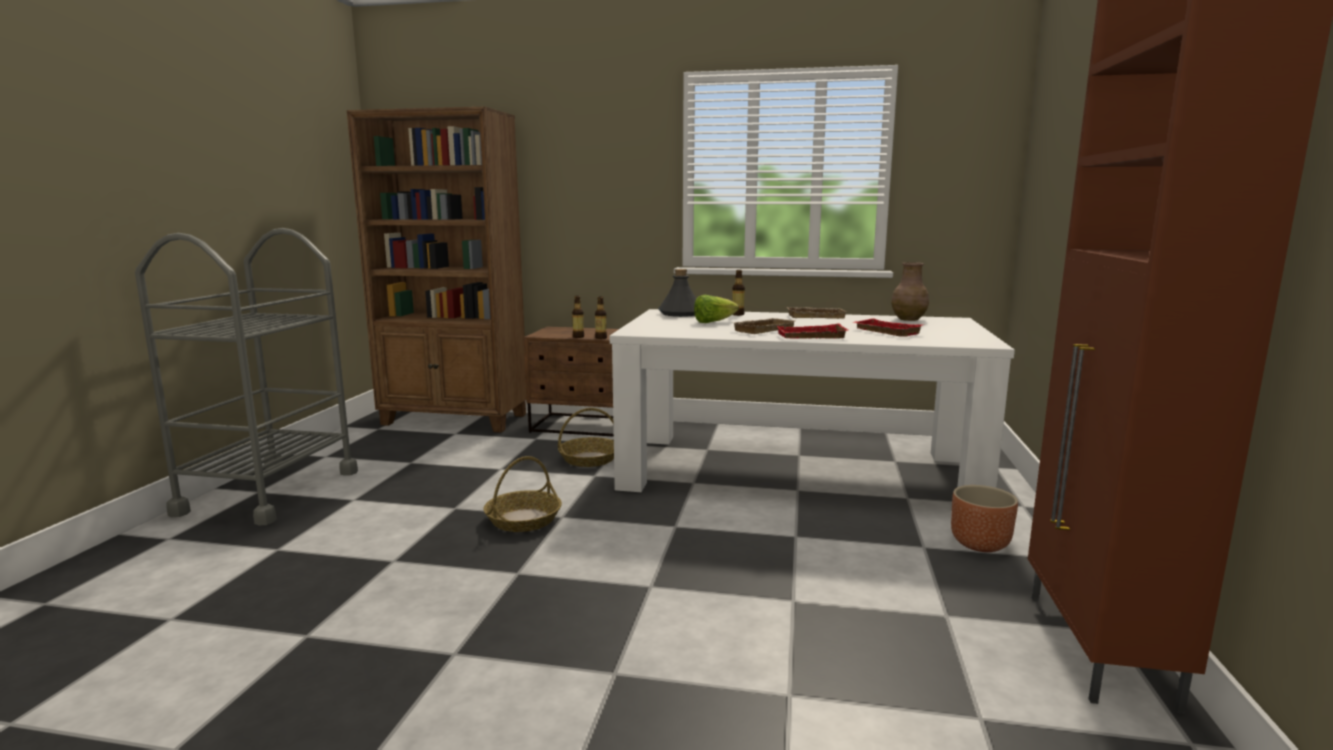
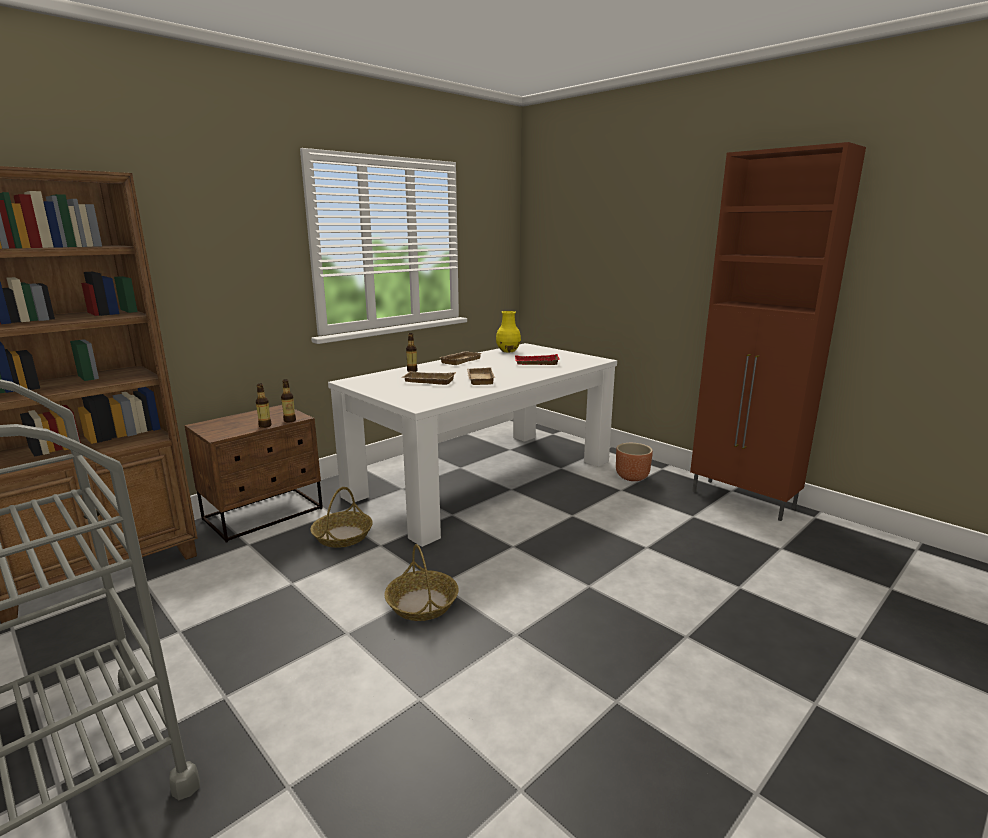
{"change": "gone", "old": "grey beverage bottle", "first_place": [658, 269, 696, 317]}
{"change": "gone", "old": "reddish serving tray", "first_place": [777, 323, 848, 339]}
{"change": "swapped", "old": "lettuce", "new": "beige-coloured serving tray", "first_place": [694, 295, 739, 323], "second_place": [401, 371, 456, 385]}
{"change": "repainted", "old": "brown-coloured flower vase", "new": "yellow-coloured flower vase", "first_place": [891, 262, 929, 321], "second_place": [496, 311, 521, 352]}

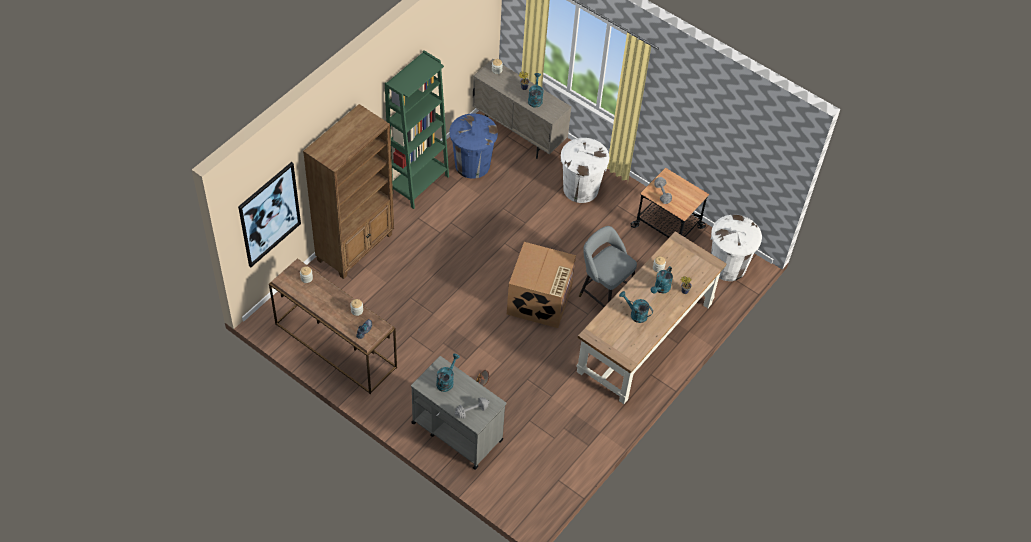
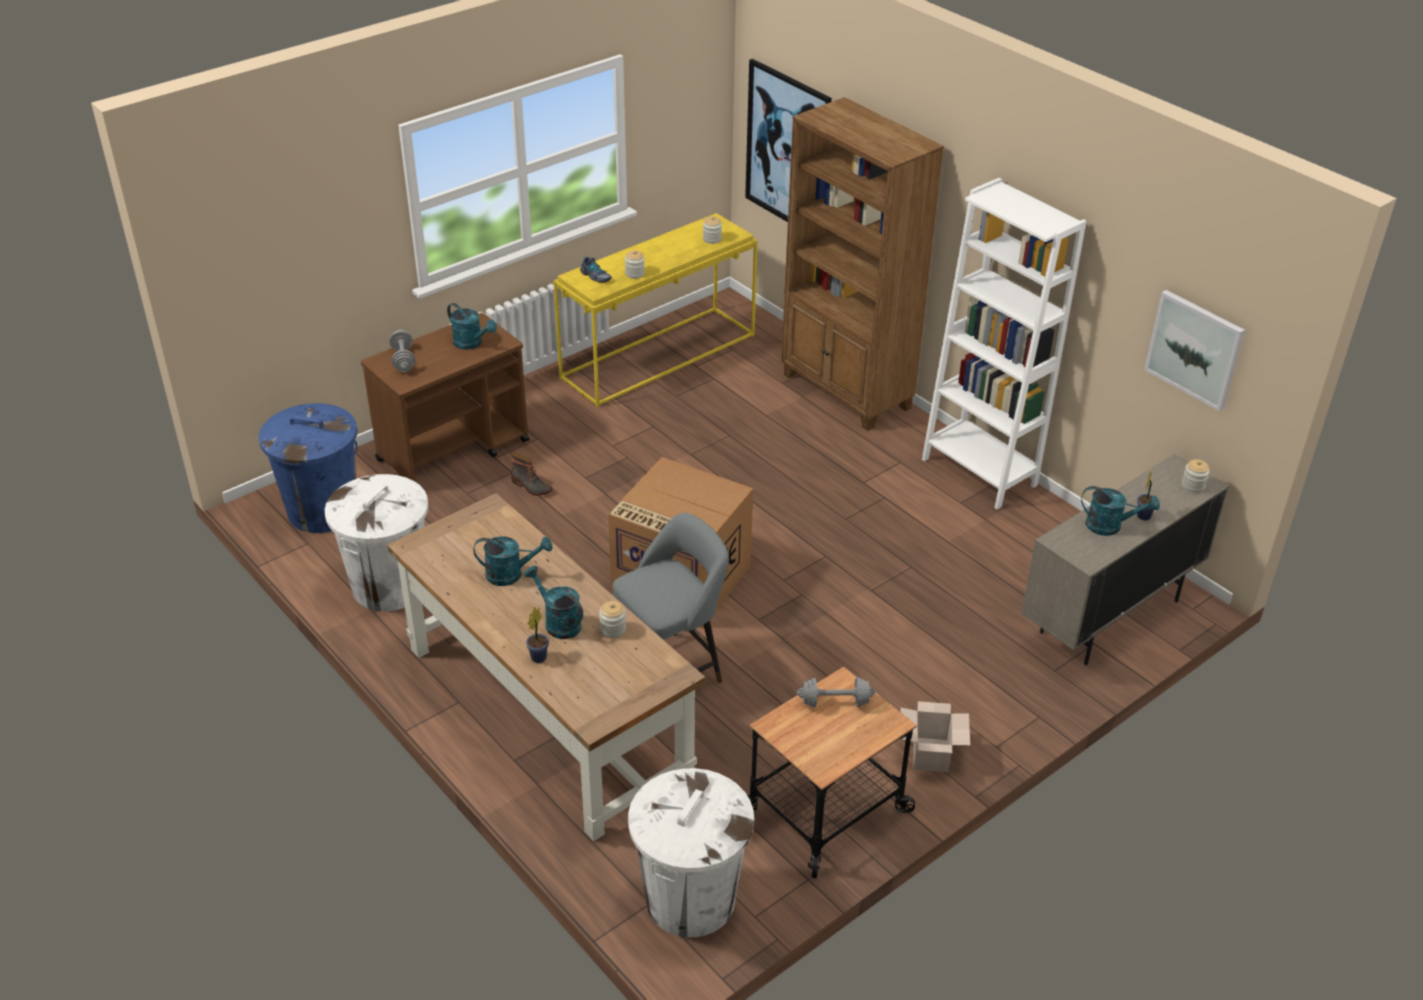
{"change": "new", "new": "carton", "second_place": [901, 701, 970, 772]}
{"change": "new", "new": "picture", "second_place": [1144, 290, 1245, 411]}
{"change": "shifted", "old": "blue trash can", "first_place": [449, 113, 498, 179], "second_place": [259, 403, 358, 533]}
{"change": "shifted", "old": "white-coloured trash can", "first_place": [561, 138, 609, 203], "second_place": [325, 474, 429, 611]}
{"change": "repainted", "old": "brown-coloured hall table", "new": "yellow-coloured hall table", "first_place": [269, 258, 397, 394], "second_place": [553, 213, 758, 407]}
{"change": "repainted", "old": "green-coloured shelving unit", "new": "white-coloured shelving unit", "first_place": [385, 50, 449, 209], "second_place": [922, 178, 1086, 509]}
{"change": "repainted", "old": "grey cart", "new": "brown-coloured cart", "first_place": [411, 356, 506, 470], "second_place": [361, 313, 530, 482]}
{"change": "rotated", "old": "turquoise watering pot", "first_place": [619, 291, 653, 323], "second_place": [473, 536, 553, 586], "degrees": 45}

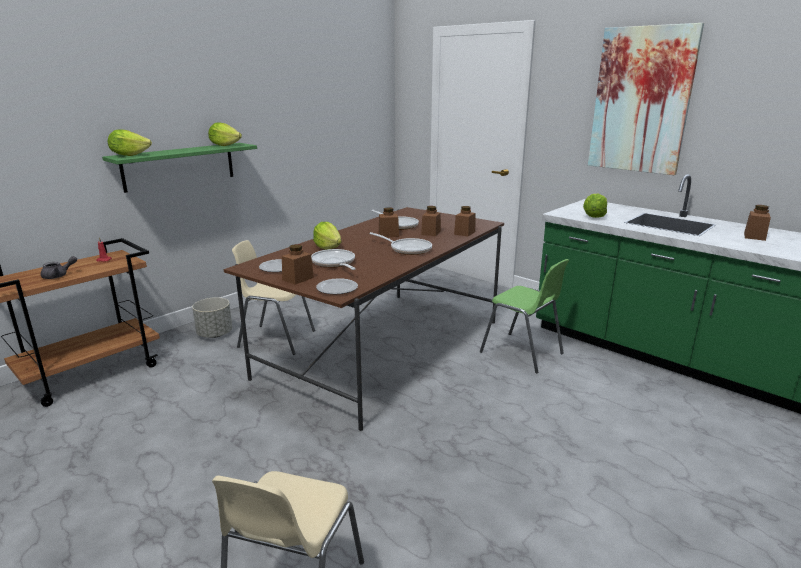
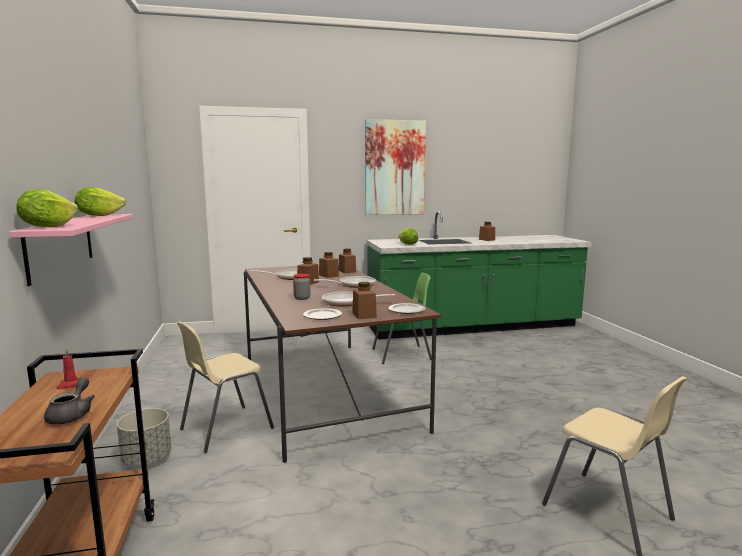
{"change": "swapped", "old": "lettuce", "new": "jar", "first_place": [313, 222, 342, 250], "second_place": [293, 274, 310, 300]}
{"change": "repainted", "old": "green-coloured bracket shelf", "new": "pinkish bracket shelf", "first_place": [102, 143, 257, 193], "second_place": [9, 214, 134, 286]}

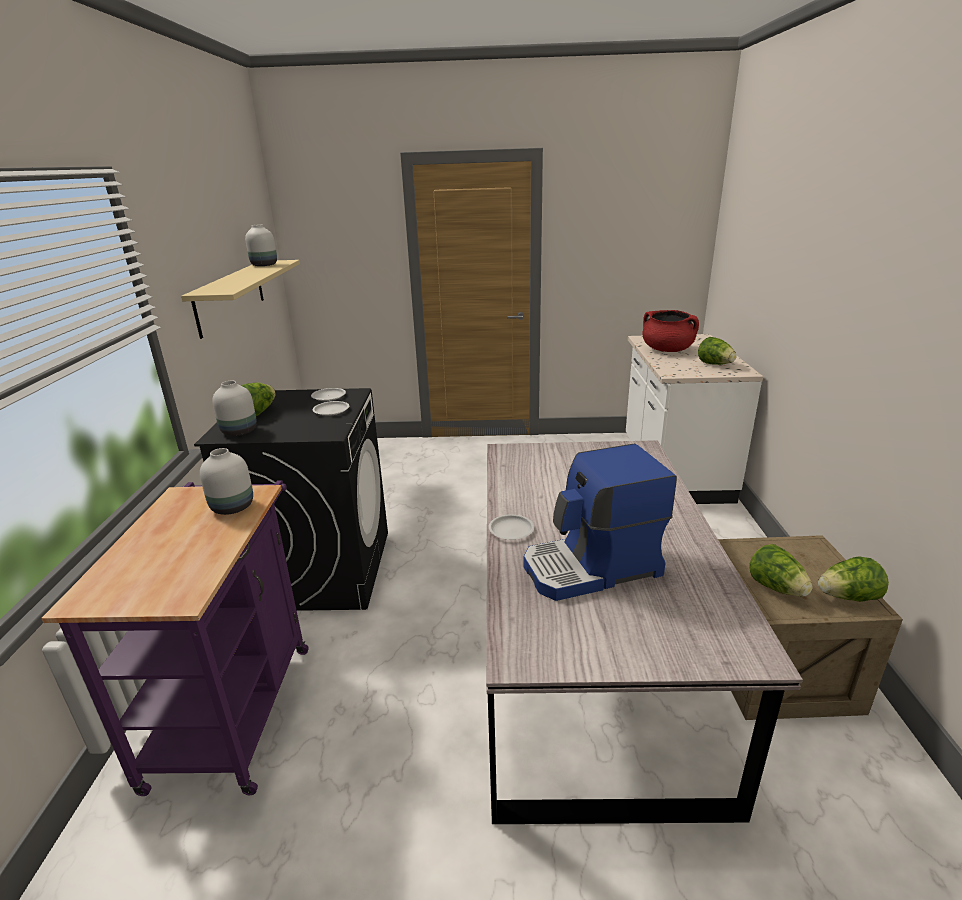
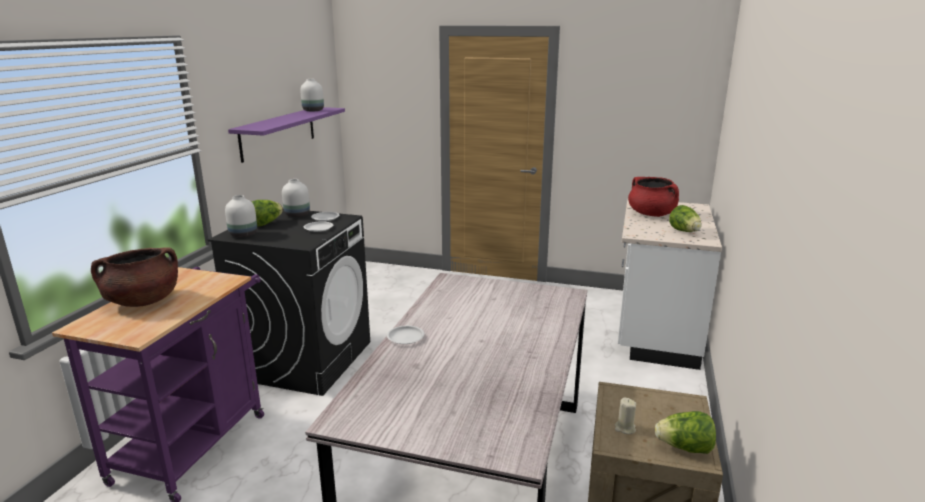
{"change": "gone", "old": "coffee maker", "first_place": [523, 444, 677, 601]}
{"change": "new", "new": "brown-coloured cooking pot", "second_place": [91, 247, 178, 307]}
{"change": "shifted", "old": "white-coloured flower vase", "first_place": [200, 448, 253, 515], "second_place": [282, 179, 310, 217]}
{"change": "swapped", "old": "lettuce", "new": "beige-coloured wax light", "first_place": [749, 544, 812, 597], "second_place": [615, 397, 636, 434]}
{"change": "repainted", "old": "beige-coloured bracket shelf", "new": "purple-coloured bracket shelf", "first_place": [181, 260, 300, 339], "second_place": [228, 107, 345, 163]}

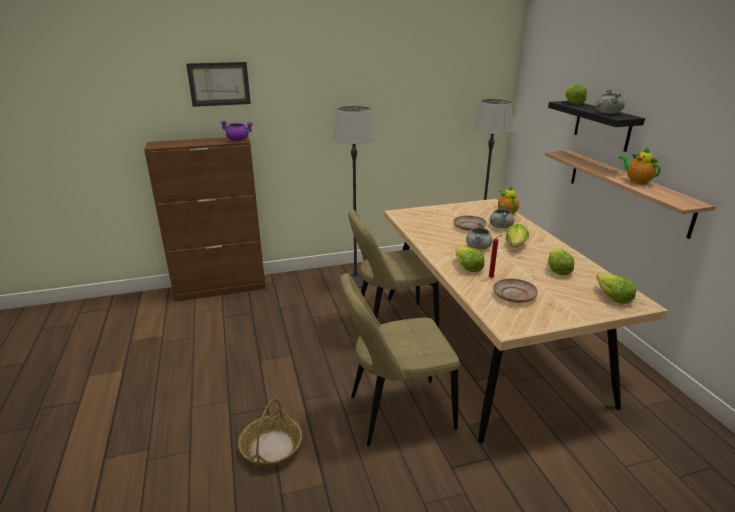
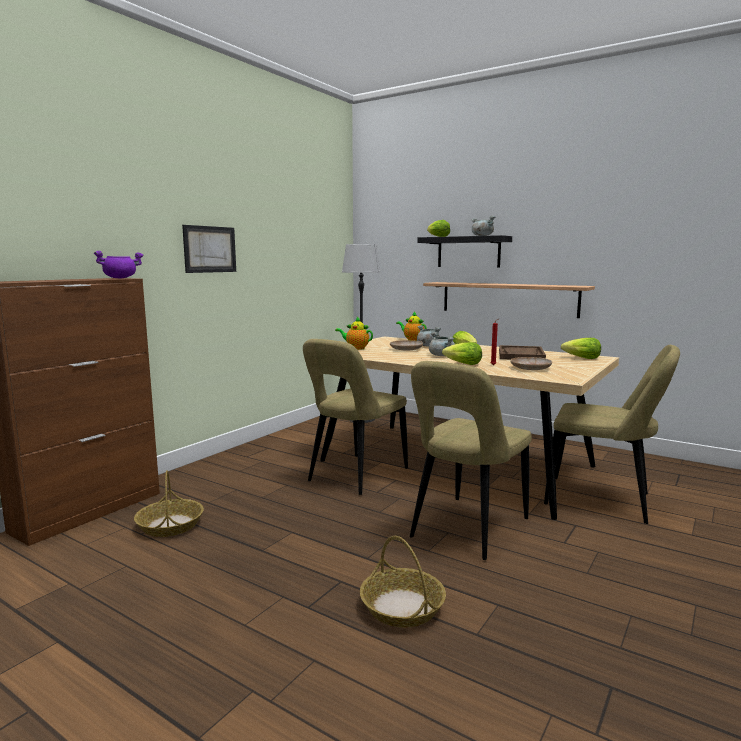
{"change": "gone", "old": "standing lamp", "first_place": [333, 106, 375, 288]}
{"change": "new", "new": "basket", "second_place": [134, 470, 204, 537]}
{"change": "new", "new": "beige-coloured upright chair", "second_place": [544, 345, 680, 524]}
{"change": "shifted", "old": "picture", "first_place": [186, 62, 251, 107], "second_place": [182, 225, 236, 273]}
{"change": "shifted", "old": "pot for tea", "first_place": [618, 147, 661, 185], "second_place": [335, 317, 373, 350]}
{"change": "swapped", "old": "lettuce", "new": "brown-coloured serving tray", "first_place": [548, 248, 575, 275], "second_place": [499, 345, 546, 359]}

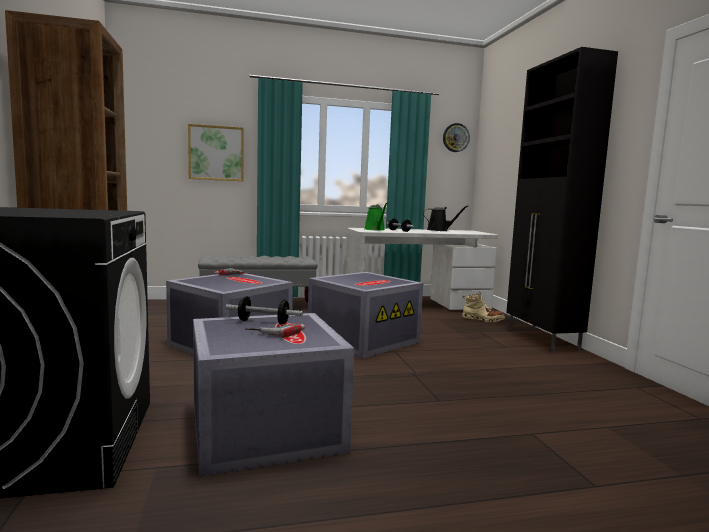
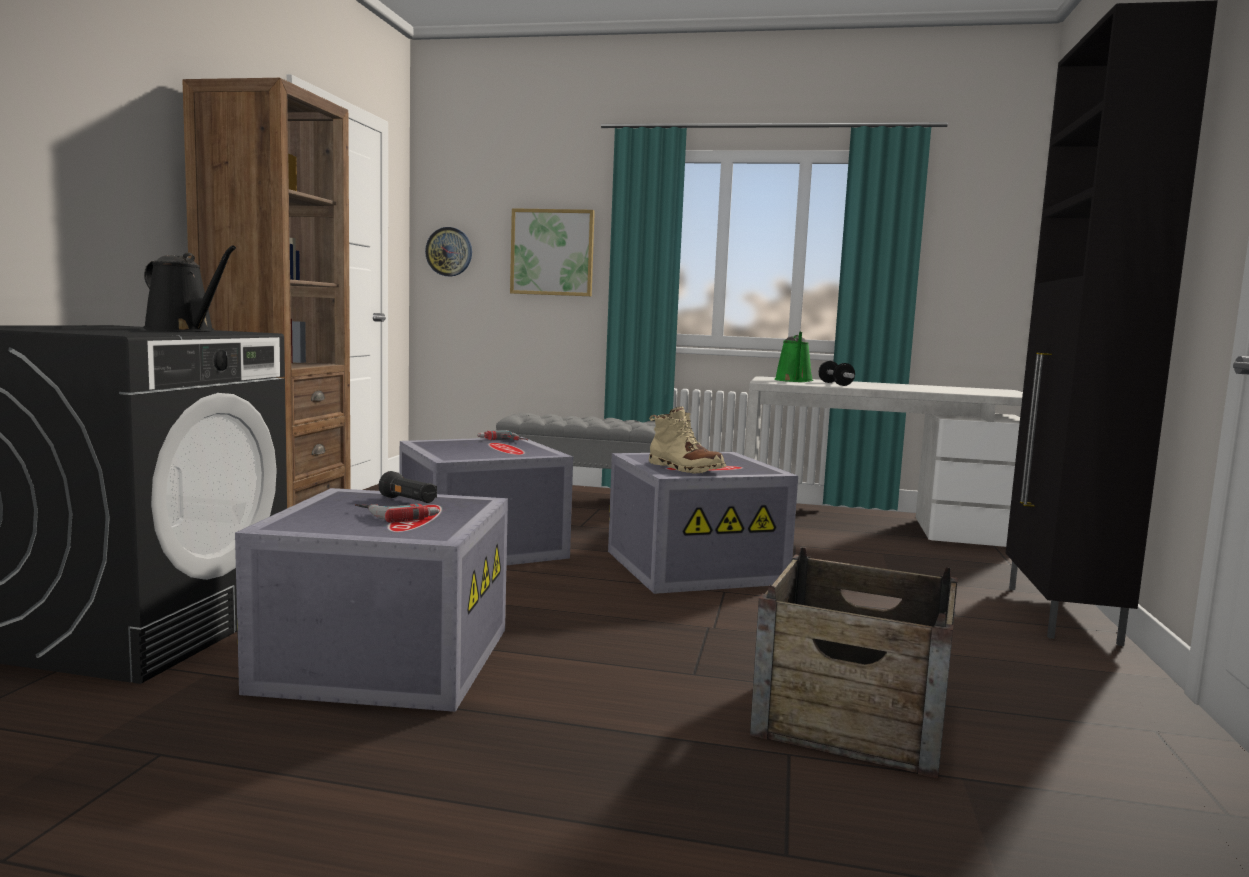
{"change": "new", "new": "crate", "second_place": [750, 547, 958, 778]}
{"change": "shifted", "old": "black-coloured watering pot", "first_place": [423, 206, 468, 231], "second_place": [143, 245, 236, 332]}
{"change": "shifted", "old": "hanging clock", "first_place": [443, 123, 470, 152], "second_place": [425, 227, 472, 276]}
{"change": "shifted", "old": "beige-coloured boot", "first_place": [462, 292, 505, 322], "second_place": [649, 406, 726, 474]}
{"change": "swapped", "old": "free weight", "new": "black-coloured torch", "first_place": [225, 296, 303, 324], "second_place": [379, 471, 437, 503]}

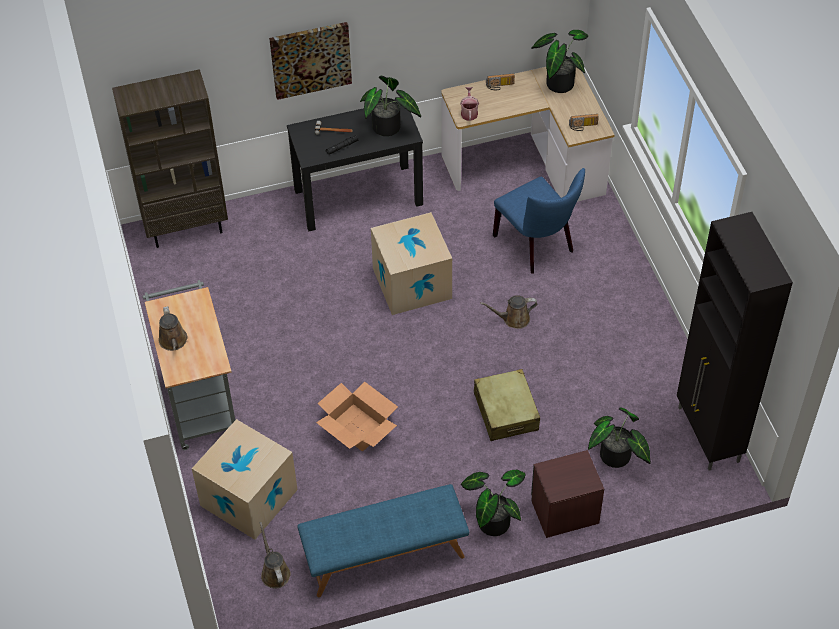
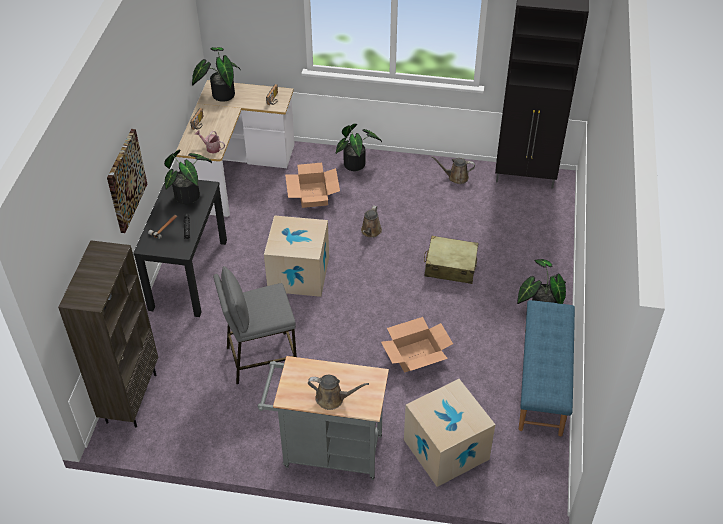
{"change": "gone", "old": "brown-coloured bedside table", "first_place": [531, 450, 604, 538]}
{"change": "new", "new": "grey stool seat", "second_place": [213, 266, 297, 384]}
{"change": "shifted", "old": "brown-coloured watering pot", "first_place": [260, 522, 291, 589], "second_place": [431, 156, 475, 184]}
{"change": "shifted", "old": "plant in a pot", "first_place": [588, 407, 651, 468], "second_place": [336, 123, 382, 171]}
{"change": "swapped", "old": "blue upright chair", "new": "carton", "first_place": [493, 168, 585, 273], "second_place": [285, 163, 340, 208]}

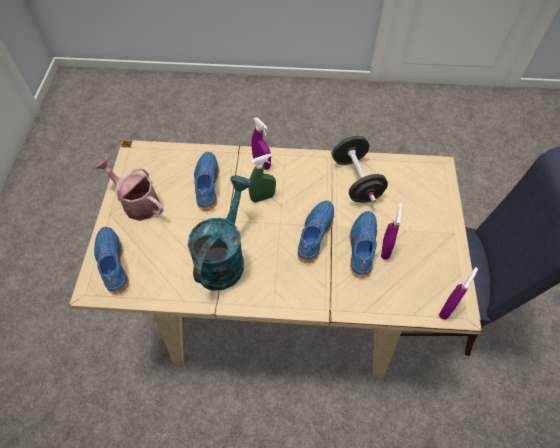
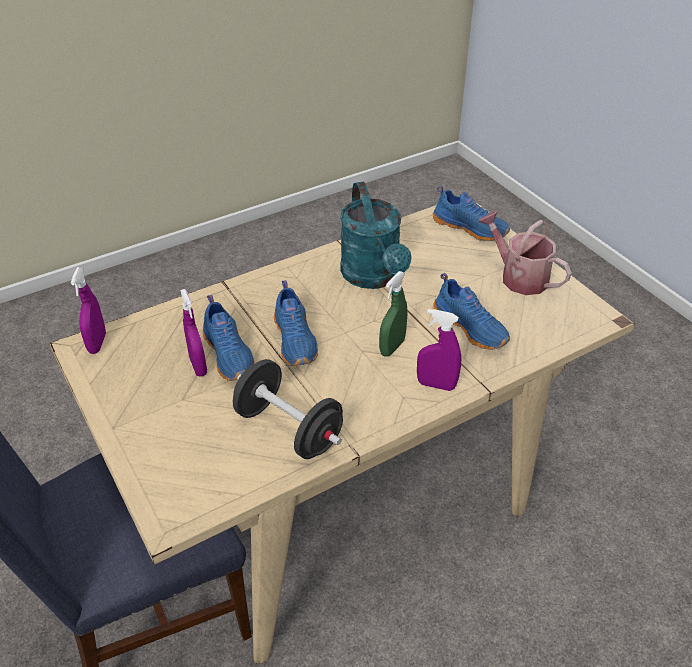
{"change": "rotated", "old": "watering pot", "first_place": [95, 158, 164, 221], "second_place": [478, 211, 572, 295], "degrees": -135}

